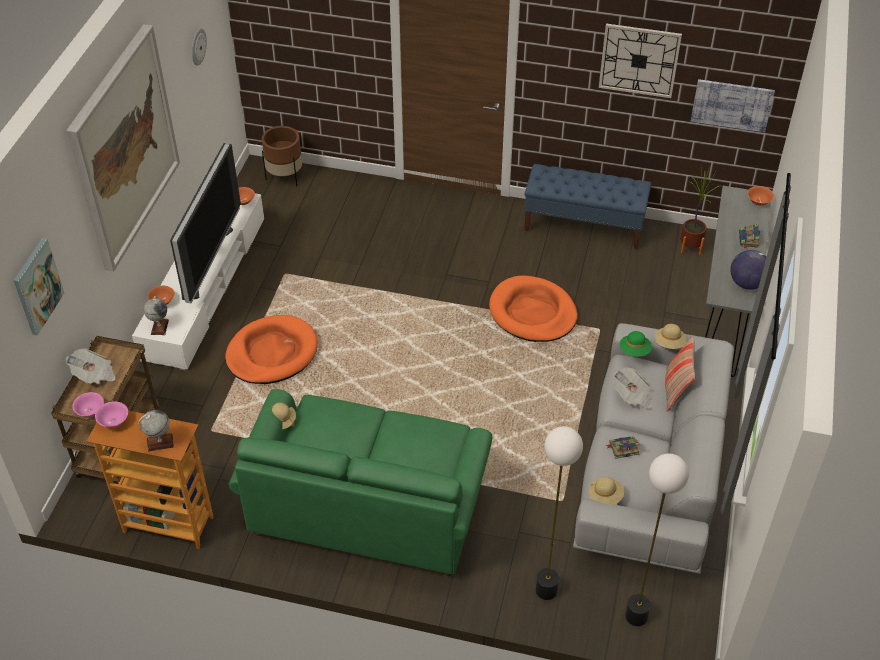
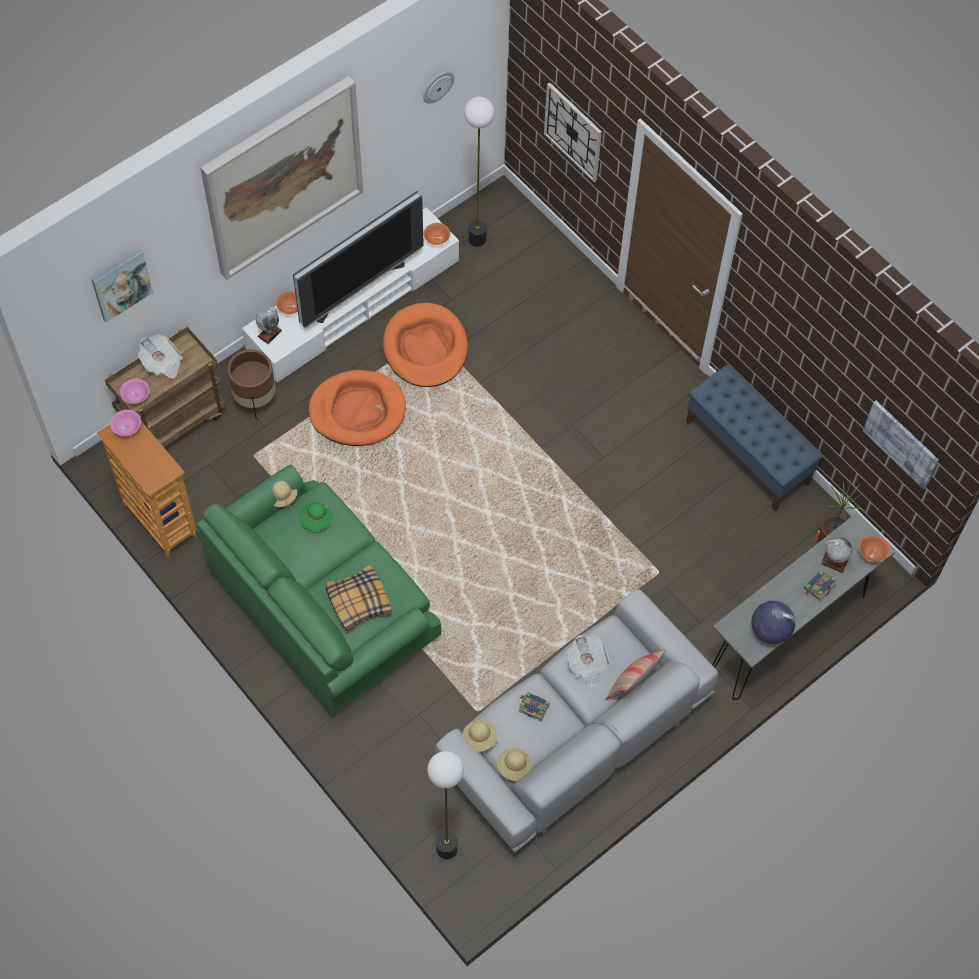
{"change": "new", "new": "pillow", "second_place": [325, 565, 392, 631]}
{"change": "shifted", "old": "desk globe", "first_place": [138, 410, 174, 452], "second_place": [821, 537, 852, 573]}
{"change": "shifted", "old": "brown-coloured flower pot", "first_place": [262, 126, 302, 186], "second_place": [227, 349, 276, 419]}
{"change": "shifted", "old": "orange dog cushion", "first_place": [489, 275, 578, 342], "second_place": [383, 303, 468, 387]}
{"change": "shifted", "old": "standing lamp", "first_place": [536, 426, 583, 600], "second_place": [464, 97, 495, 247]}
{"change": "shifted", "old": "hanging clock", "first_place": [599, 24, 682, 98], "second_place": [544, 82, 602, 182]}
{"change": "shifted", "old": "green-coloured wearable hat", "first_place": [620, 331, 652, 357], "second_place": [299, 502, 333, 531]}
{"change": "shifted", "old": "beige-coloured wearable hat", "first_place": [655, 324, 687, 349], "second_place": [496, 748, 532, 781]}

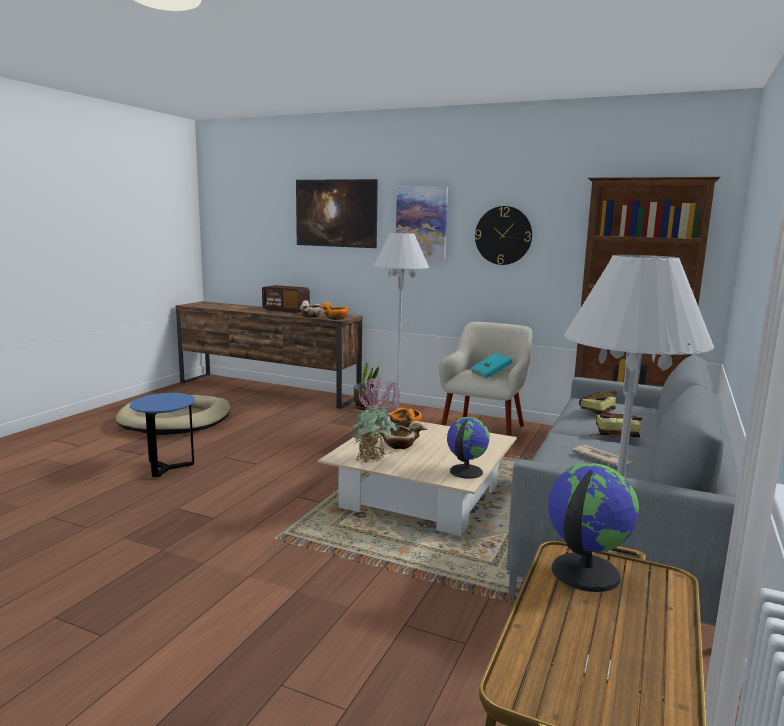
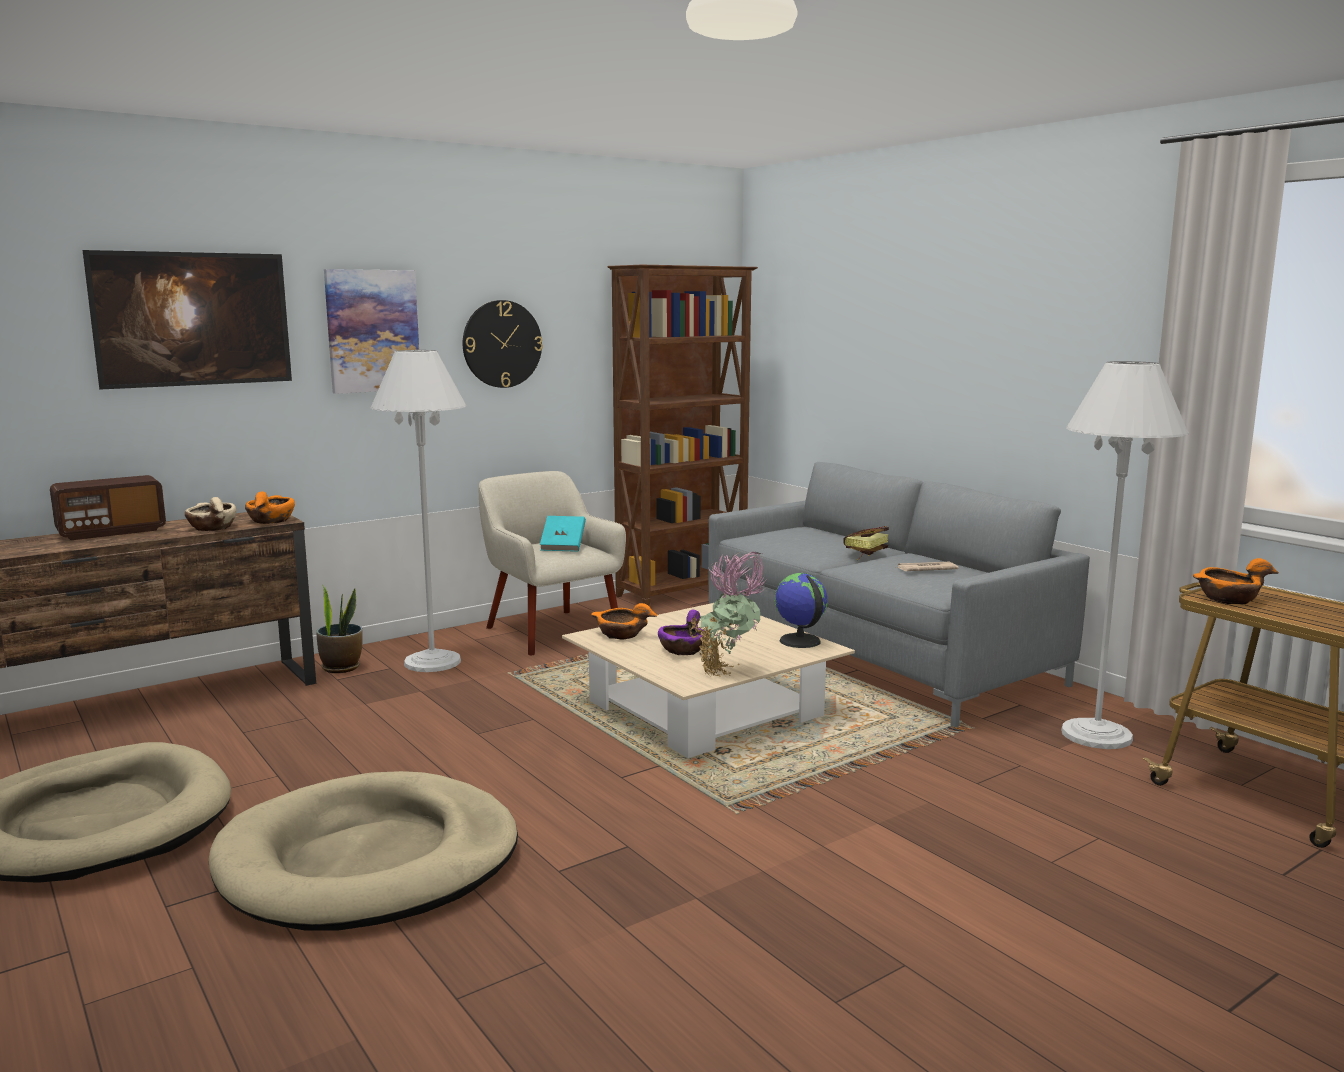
{"change": "gone", "old": "bound book", "first_place": [579, 391, 617, 419]}
{"change": "swapped", "old": "blue accent table", "new": "beige-coloured dog cushion", "first_place": [130, 393, 195, 477], "second_place": [209, 771, 518, 931]}
{"change": "swapped", "old": "desk globe", "new": "orange serving bowl", "first_place": [548, 463, 639, 592], "second_place": [1193, 558, 1279, 604]}
{"change": "repainted", "old": "beige-coloured serving bowl", "new": "purple-coloured serving bowl", "first_place": [377, 421, 428, 449], "second_place": [658, 610, 704, 655]}

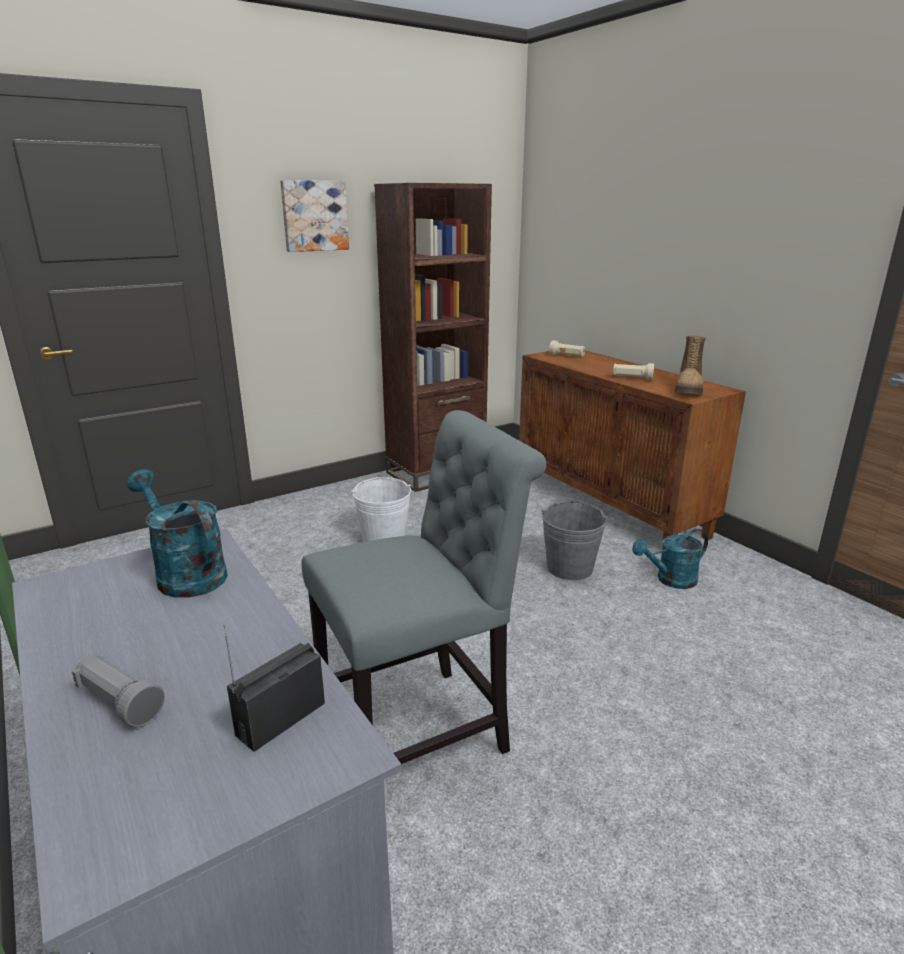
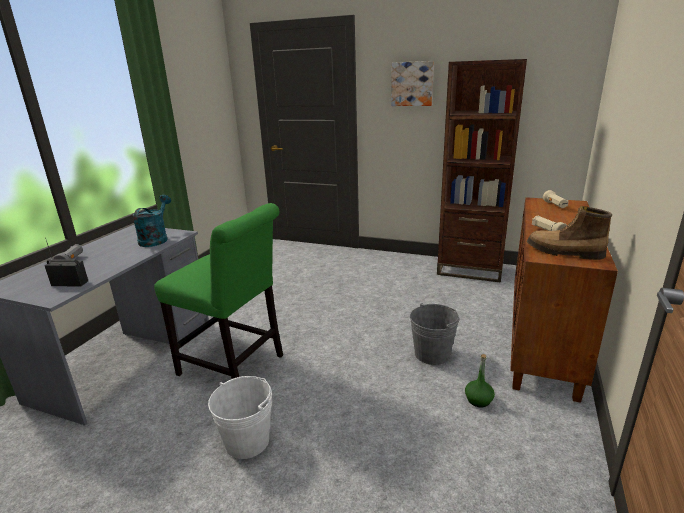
{"change": "shifted", "old": "white-coloured pail", "first_place": [351, 477, 411, 542], "second_place": [208, 376, 272, 459]}
{"change": "swapped", "old": "turquoise watering pot", "new": "green-coloured beverage bottle", "first_place": [632, 529, 708, 589], "second_place": [465, 354, 495, 407]}
{"change": "repainted", "old": "grey upright chair", "new": "green-coloured upright chair", "first_place": [301, 410, 546, 764], "second_place": [154, 203, 283, 379]}
{"change": "rotated", "old": "boot", "first_place": [674, 336, 706, 394], "second_place": [527, 206, 612, 260], "degrees": 45}

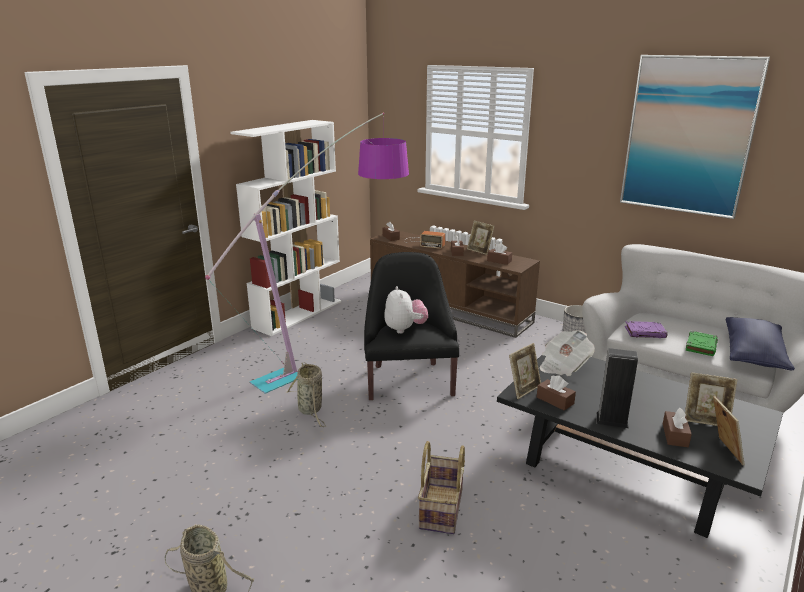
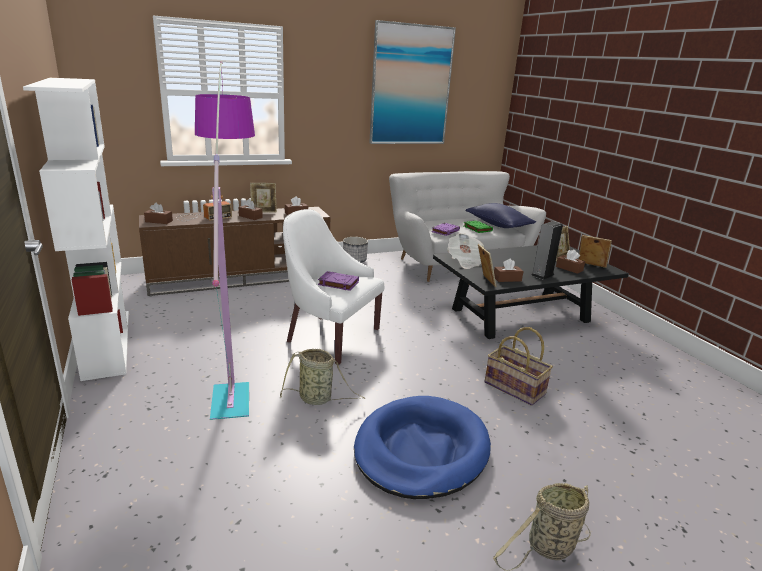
{"change": "new", "new": "blue dog cushion", "second_place": [354, 396, 491, 499]}
{"change": "swapped", "old": "plush toy", "new": "purple-coloured bound book", "first_place": [384, 286, 428, 334], "second_place": [318, 271, 359, 291]}
{"change": "repainted", "old": "black-coloured easy chair", "new": "white-coloured easy chair", "first_place": [364, 252, 459, 400], "second_place": [283, 209, 384, 365]}

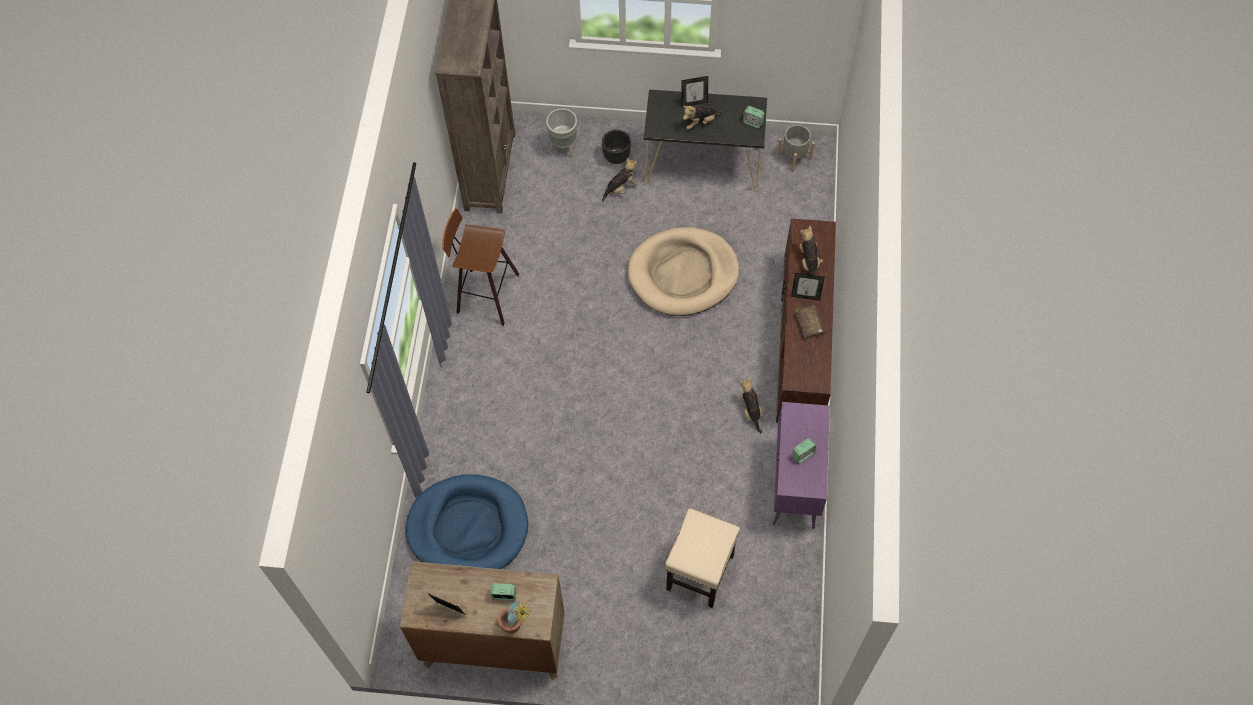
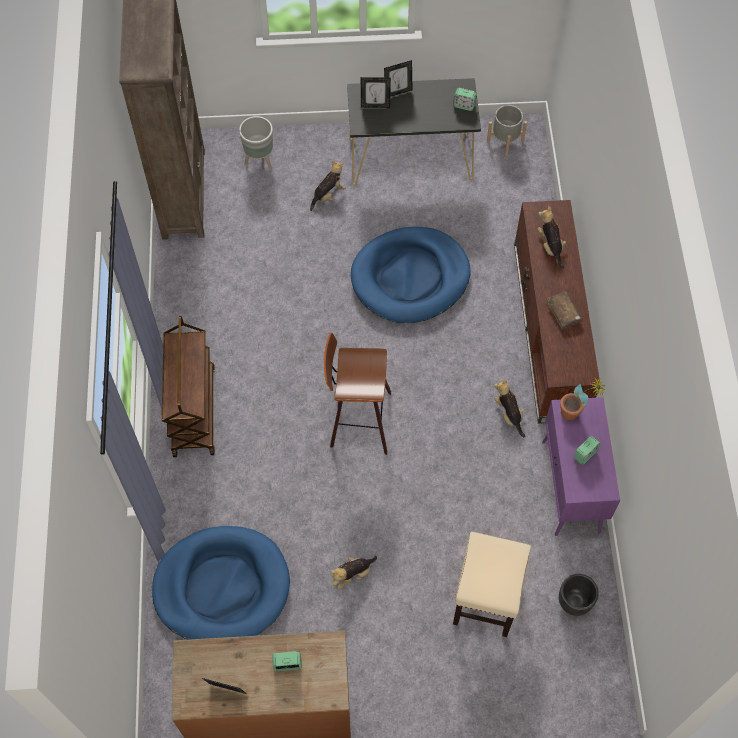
{"change": "new", "new": "brown-coloured cart", "second_place": [162, 316, 215, 457]}
{"change": "shifted", "old": "stool seat", "first_place": [442, 208, 519, 326], "second_place": [324, 333, 391, 455]}
{"change": "shifted", "old": "plant in a pot", "first_place": [498, 601, 531, 633], "second_place": [560, 377, 606, 421]}
{"change": "shifted", "old": "black-coloured flower pot", "first_place": [602, 129, 631, 164], "second_place": [559, 574, 599, 616]}
{"change": "shifted", "old": "plush toy", "first_place": [683, 106, 722, 130], "second_place": [331, 556, 377, 590]}
{"change": "shifted", "old": "photo frame", "first_place": [791, 273, 825, 301], "second_place": [361, 77, 391, 108]}
{"change": "repainted", "old": "beige-coloured dog cushion", "new": "blue dog cushion", "first_place": [628, 227, 739, 316], "second_place": [351, 227, 470, 323]}

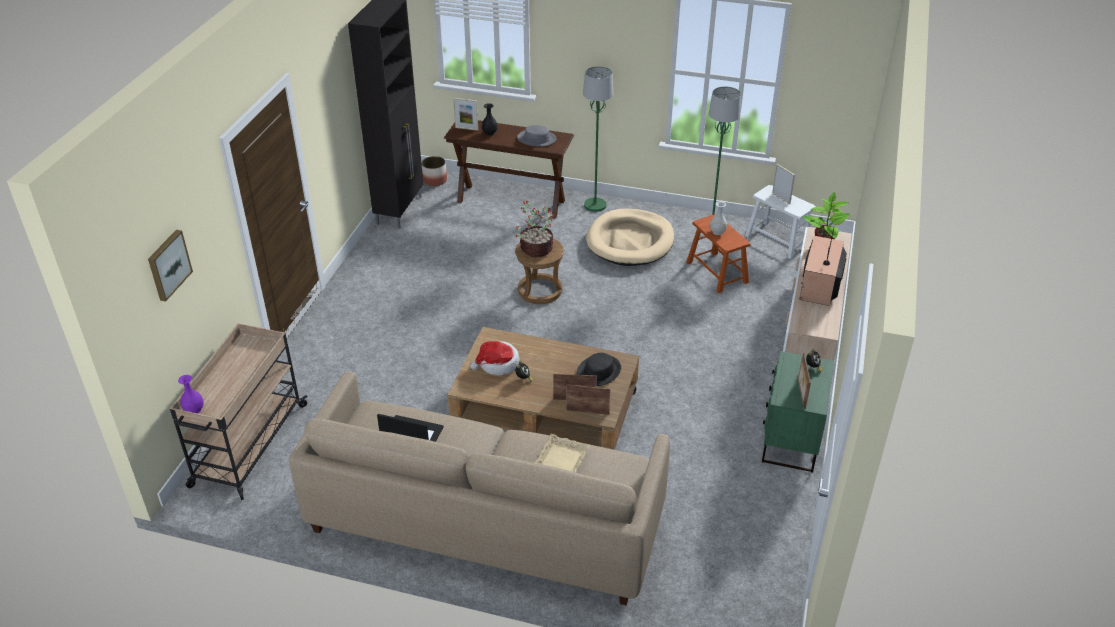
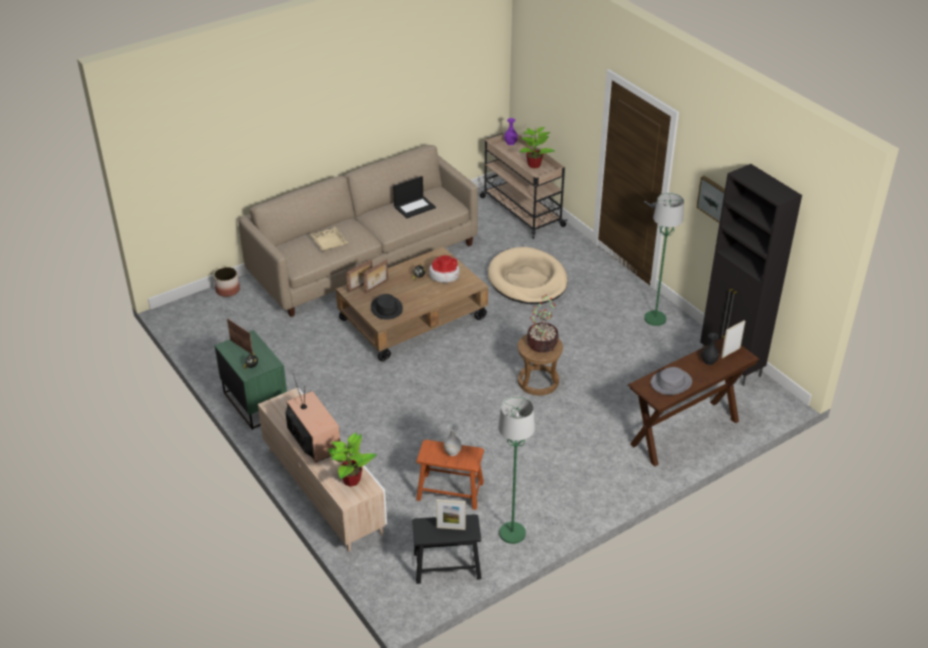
{"change": "new", "new": "plant in a pot", "second_place": [520, 127, 555, 169]}
{"change": "shifted", "old": "picture", "first_place": [148, 230, 193, 301], "second_place": [696, 176, 725, 223]}
{"change": "shifted", "old": "flower pot", "first_place": [421, 156, 447, 186], "second_place": [214, 267, 240, 297]}
{"change": "shifted", "old": "green-coloured standing lamp", "first_place": [583, 66, 614, 212], "second_place": [644, 193, 684, 326]}
{"change": "shifted", "old": "beige-coloured dog cushion", "first_place": [586, 209, 674, 266], "second_place": [488, 247, 568, 304]}
{"change": "repainted", "old": "white-coloured stool seat", "new": "black-coloured stool seat", "first_place": [745, 185, 816, 259], "second_place": [412, 514, 482, 584]}

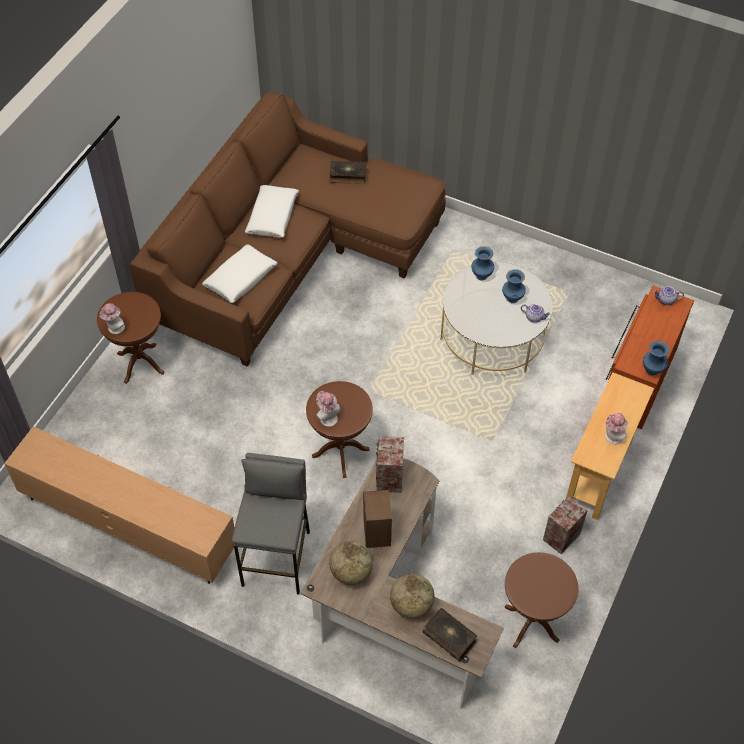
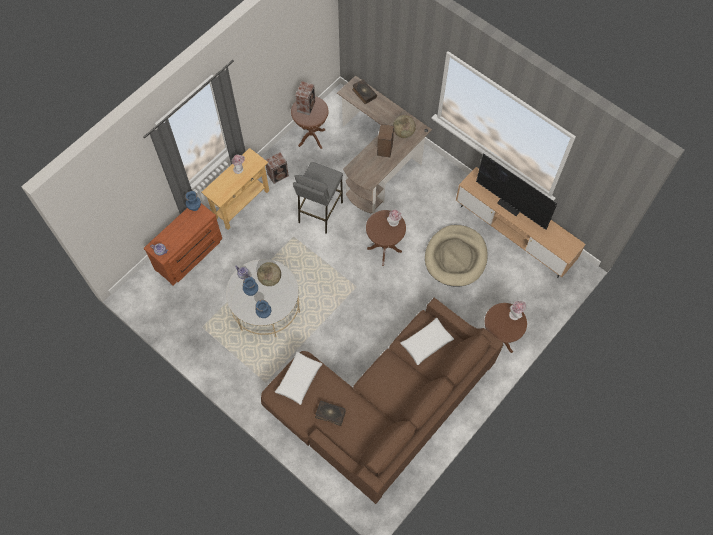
{"change": "new", "new": "beige-coloured dog cushion", "second_place": [425, 225, 488, 286]}
{"change": "new", "new": "TV", "second_place": [476, 153, 557, 230]}
{"change": "shifted", "old": "grey stool seat", "first_place": [232, 453, 310, 594], "second_place": [293, 162, 343, 234]}
{"change": "shifted", "old": "white-coloured pillow", "first_place": [245, 185, 299, 238], "second_place": [275, 352, 322, 405]}
{"change": "shifted", "old": "loudspeaker", "first_place": [376, 436, 404, 493], "second_place": [295, 81, 315, 115]}
{"change": "shifted", "old": "desk globe", "first_place": [390, 574, 435, 619], "second_place": [257, 262, 281, 286]}

